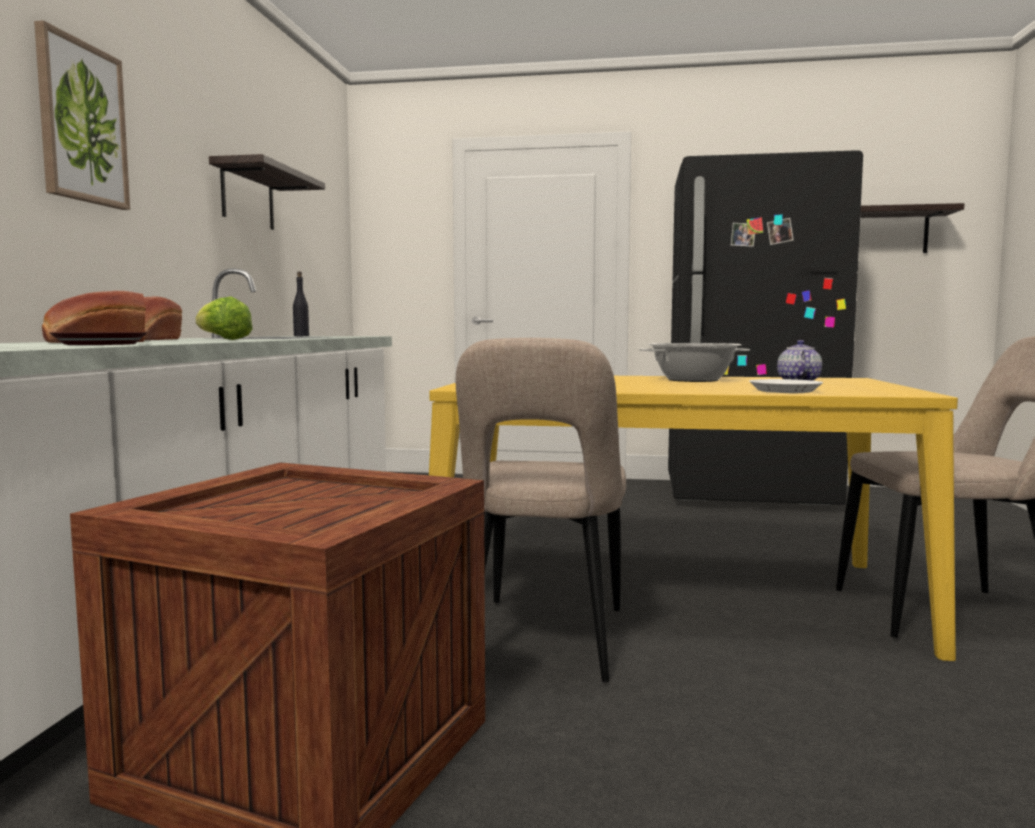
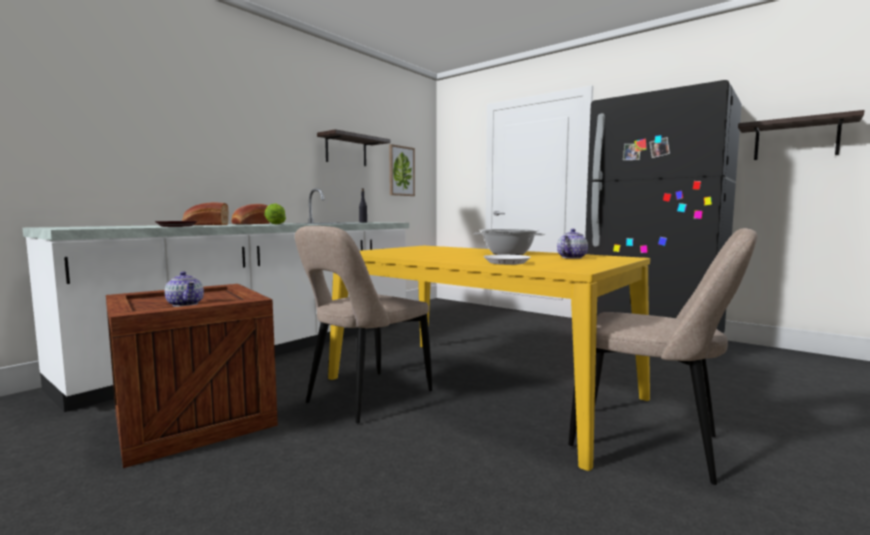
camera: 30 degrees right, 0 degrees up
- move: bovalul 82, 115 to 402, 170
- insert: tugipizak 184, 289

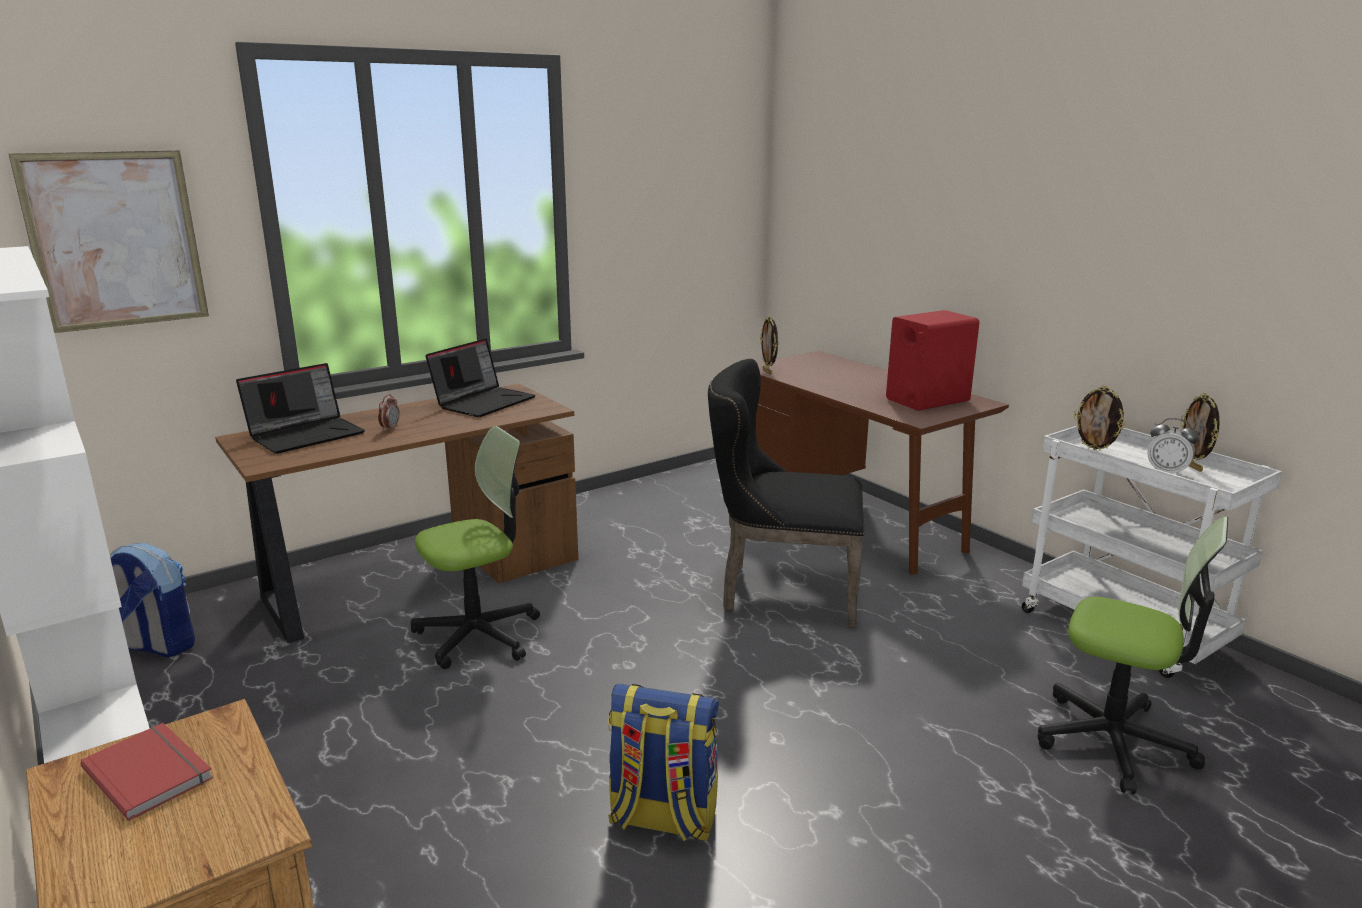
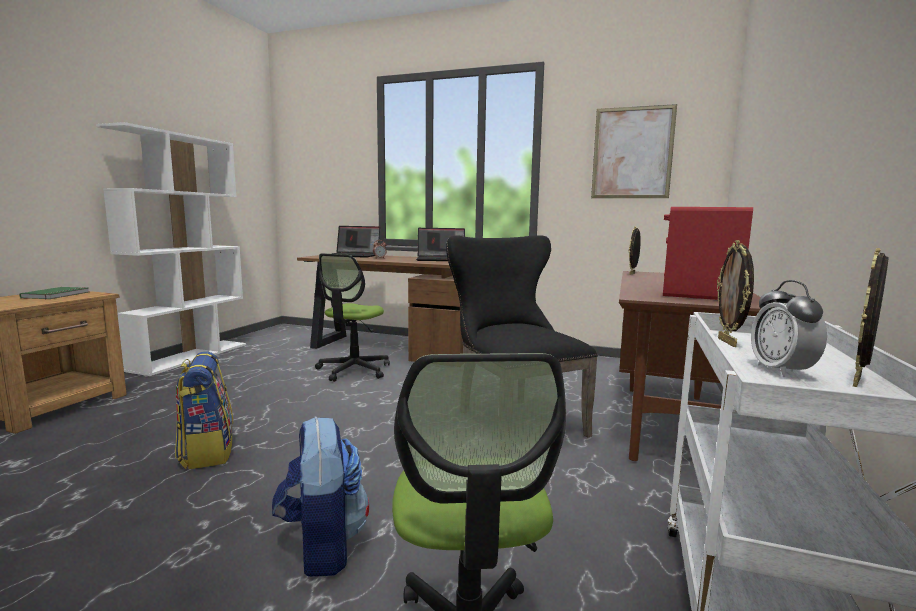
camera: 55 degrees right, 10 degrees down
- move: bovalul 109, 242 to 634, 151
- recolor: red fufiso 146, 772 to green fufiso 54, 293
- move: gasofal 152, 600 to 320, 496
- rotate: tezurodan 475, 547 = 352, 317 90 degrees clockwise

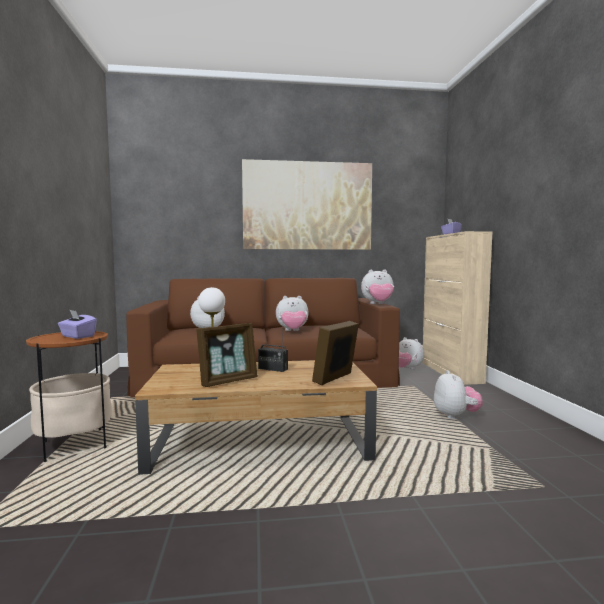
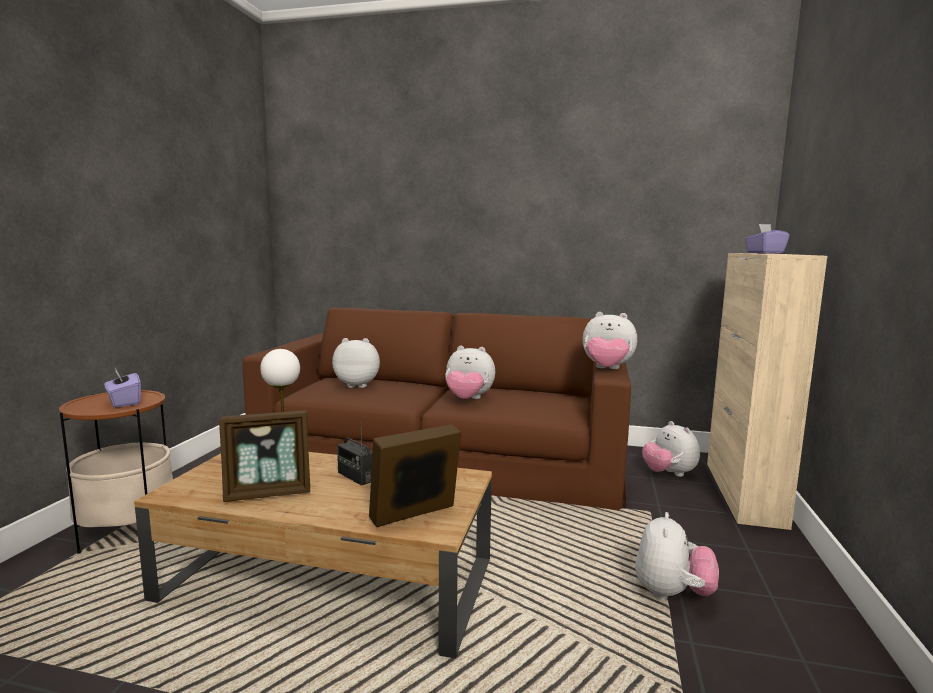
camera: 20 degrees right, 5 degrees up
- delete: bovalul 307, 204

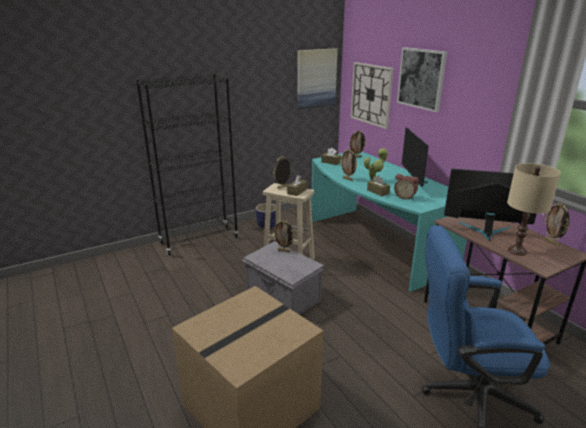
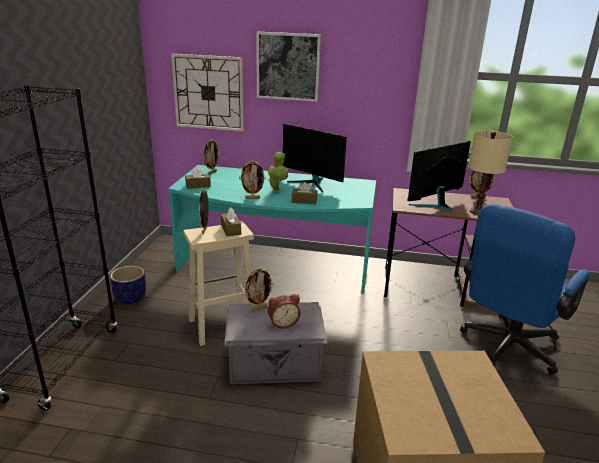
camera: 50 degrees left, 0 degrees up
- delete: bovalul 317, 78
- move: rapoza 406, 186 to 284, 311

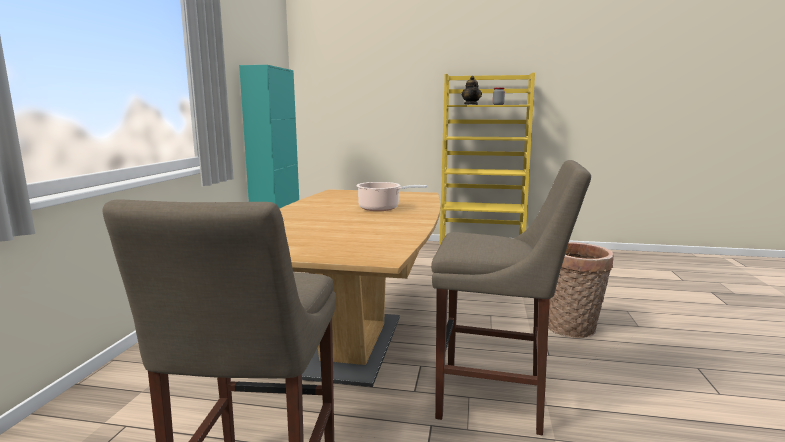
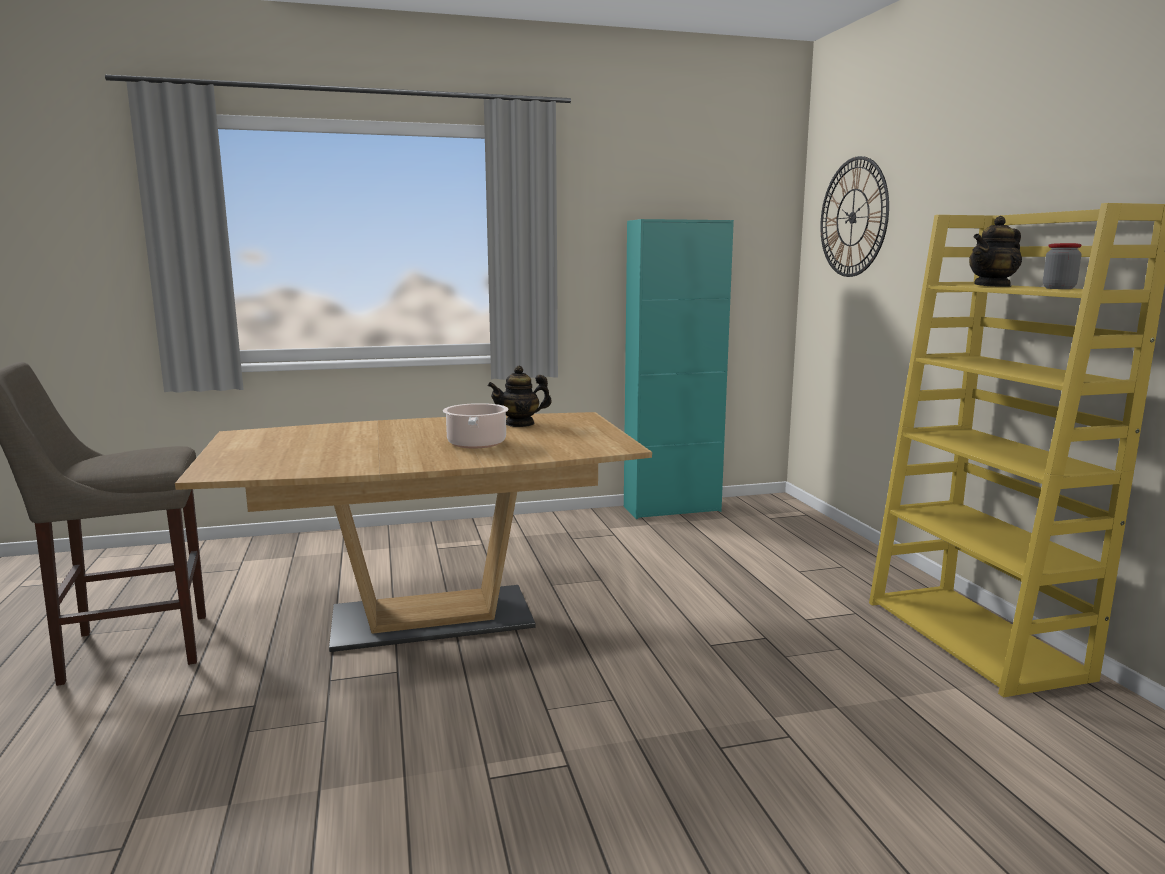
camera: 65 degrees right, 0 degrees up
- delete: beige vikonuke 511, 297
- delete: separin 581, 290
- insert: tugipizak 519, 396
- insert: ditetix 854, 216

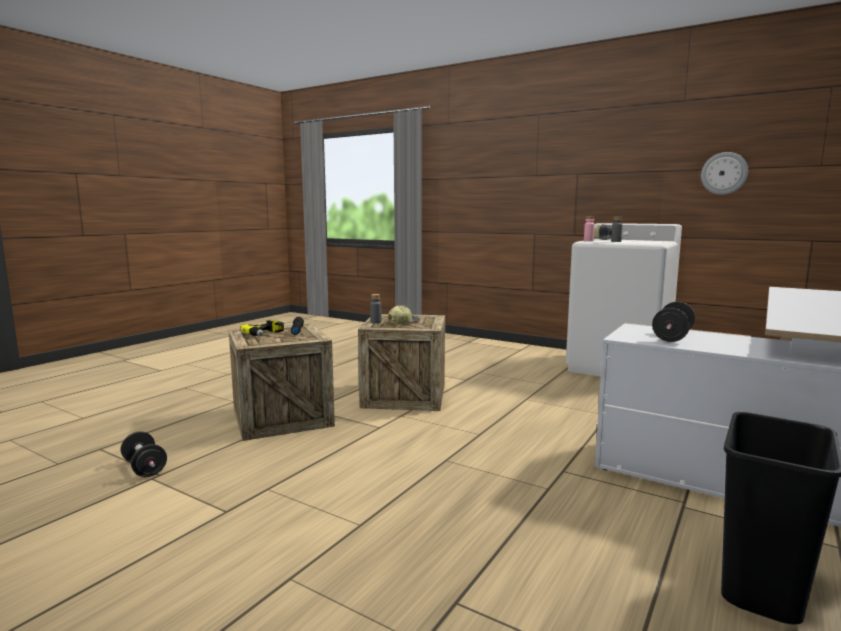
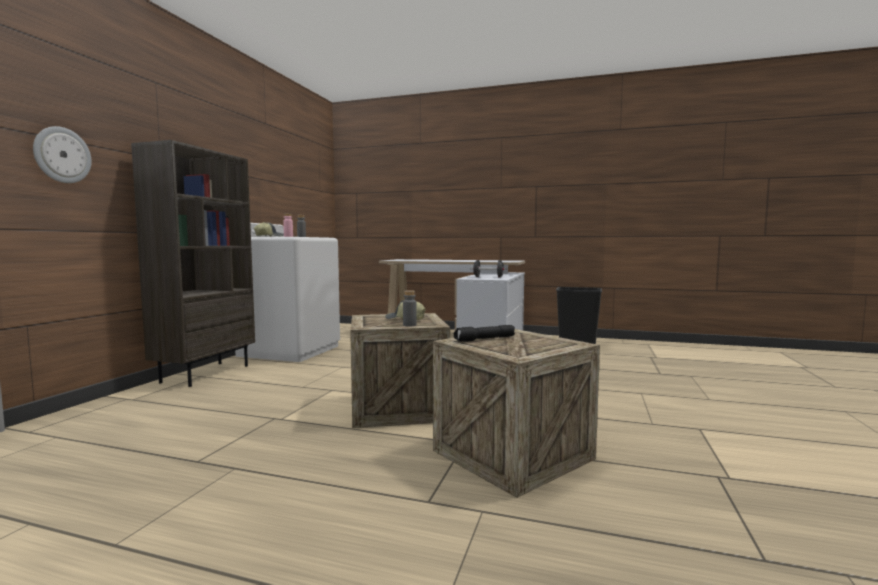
camera: 105 degrees left, 5 degrees down
- delete: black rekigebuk 144, 454
- delete: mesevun 262, 328
- move: ditetix 724, 173 to 62, 154
- insert: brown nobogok 193, 263

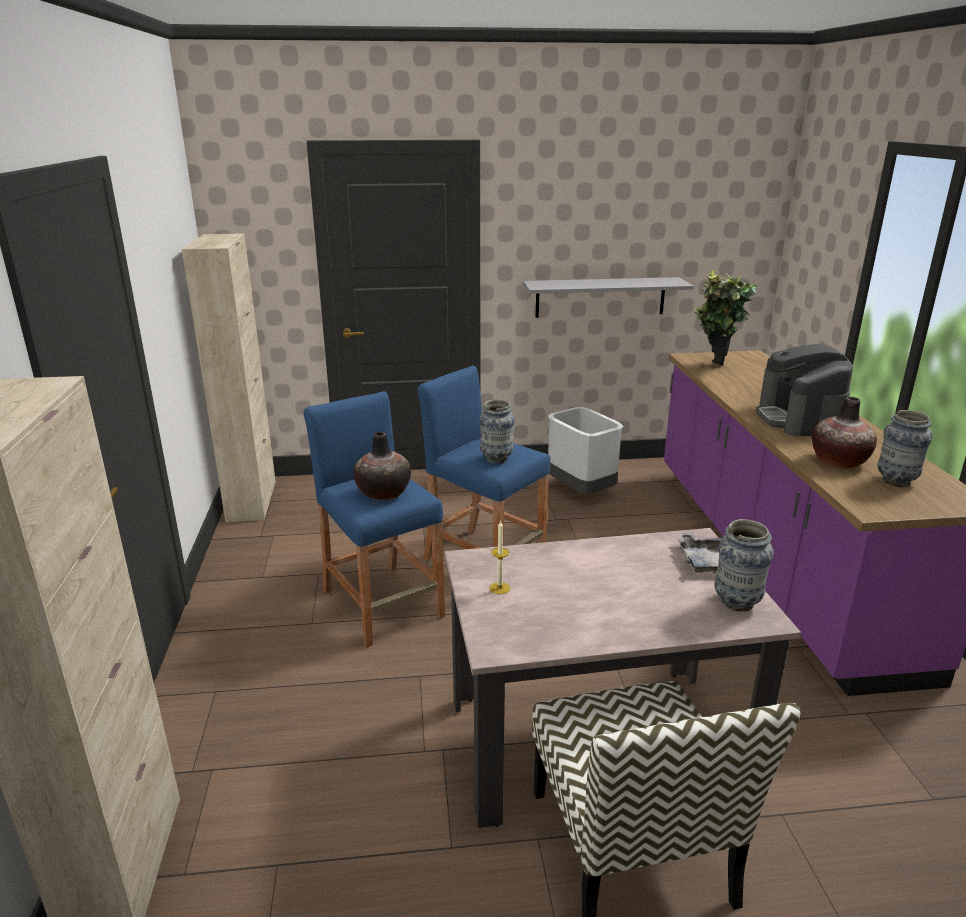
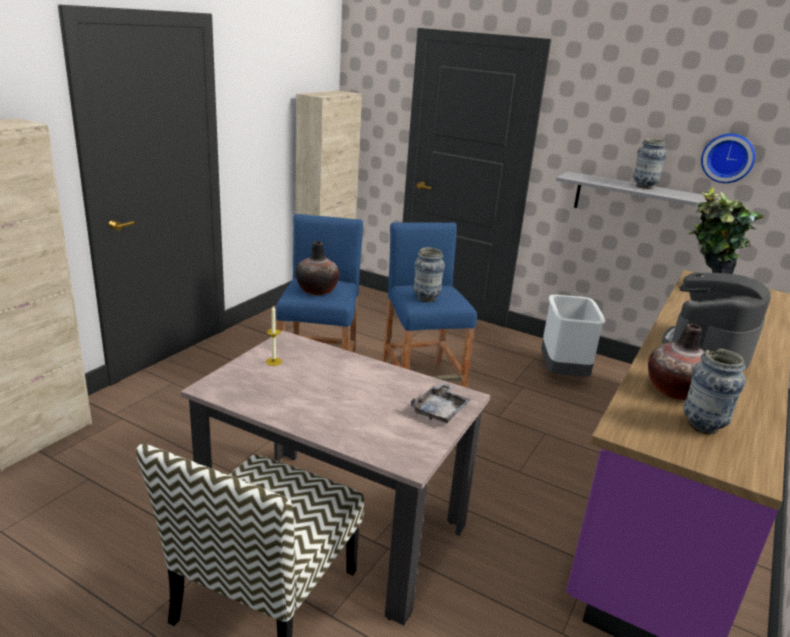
camera: 35 degrees right, 0 degrees up
- move: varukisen 744, 565 to 650, 163
- insert: ditetix 728, 158

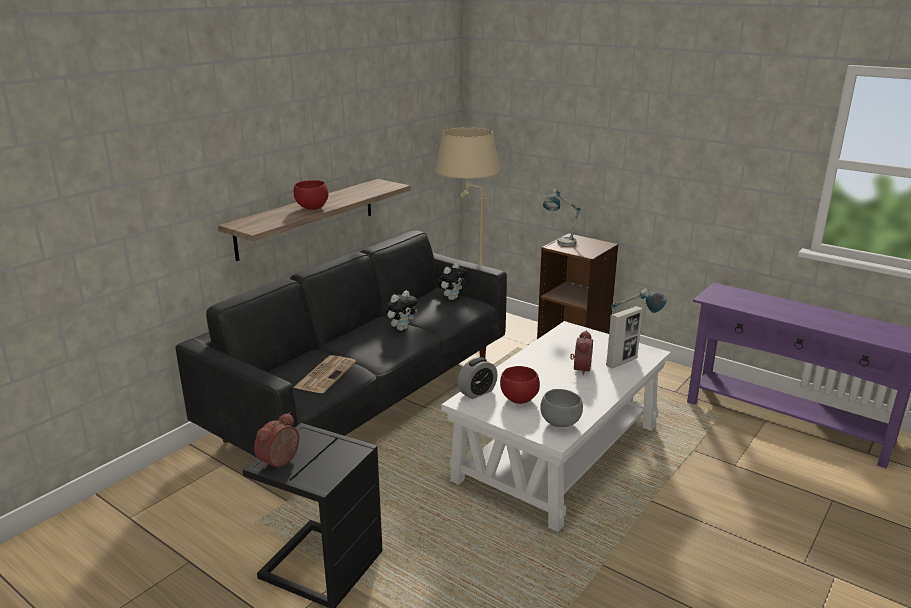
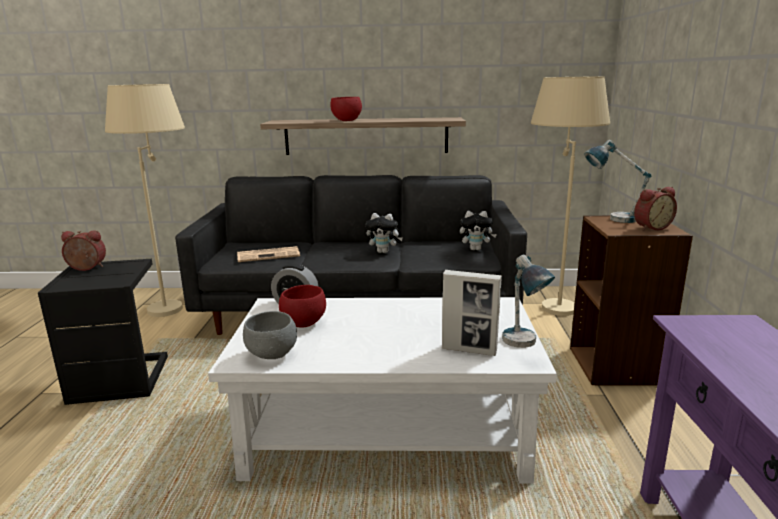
camera: 55 degrees right, 5 degrees down
- move: rapoza 581, 352 to 655, 209
- insert: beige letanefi 145, 200

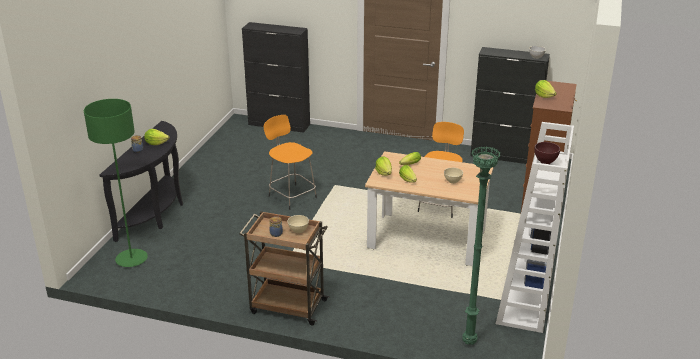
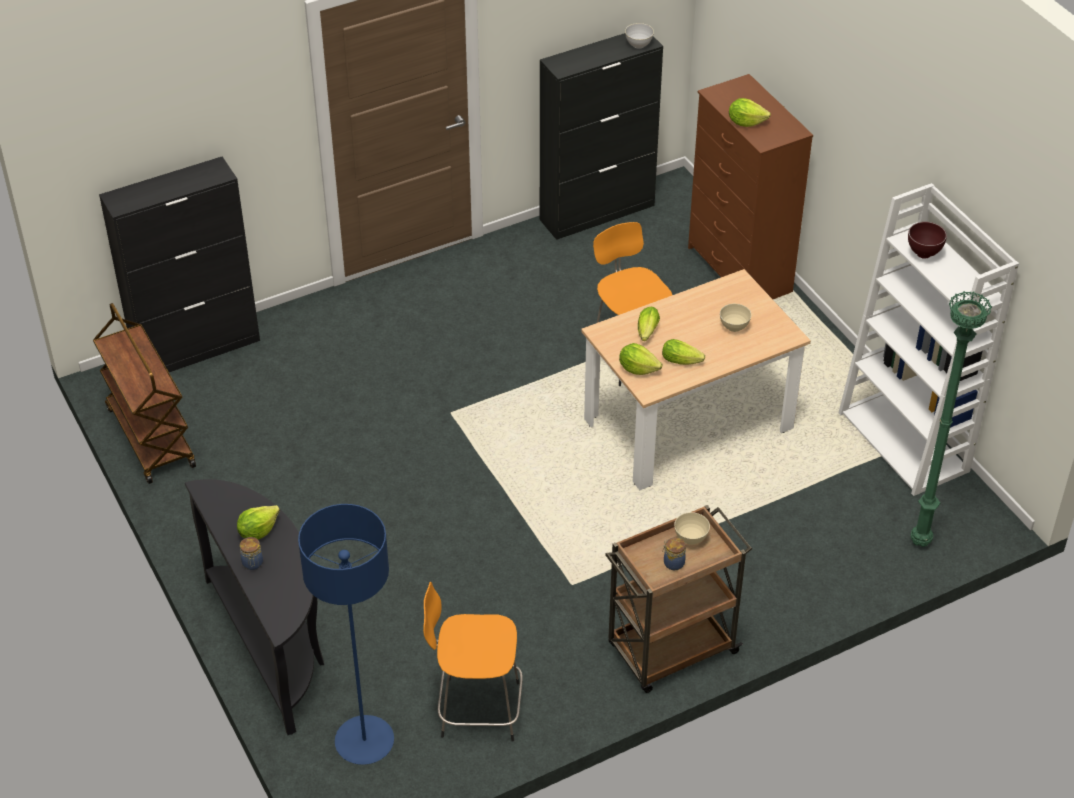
camera: 45 degrees left, 15 degrees up
- recolor: green letanefi 116, 183 to blue letanefi 346, 634
- move: orange vikonuke 290, 162 to 473, 662
- insert: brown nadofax 144, 393

